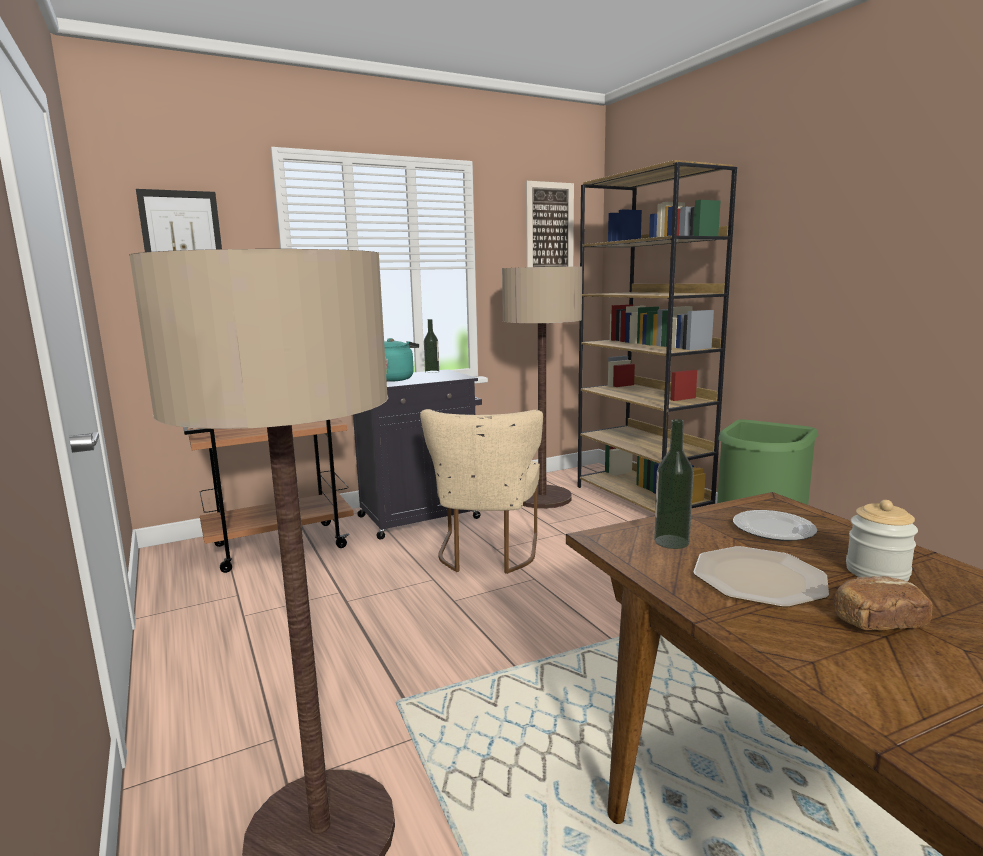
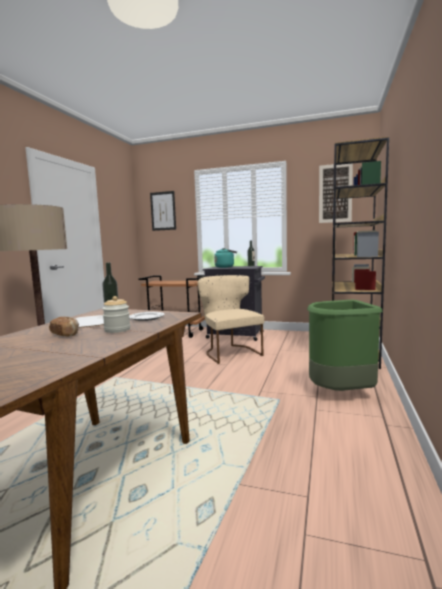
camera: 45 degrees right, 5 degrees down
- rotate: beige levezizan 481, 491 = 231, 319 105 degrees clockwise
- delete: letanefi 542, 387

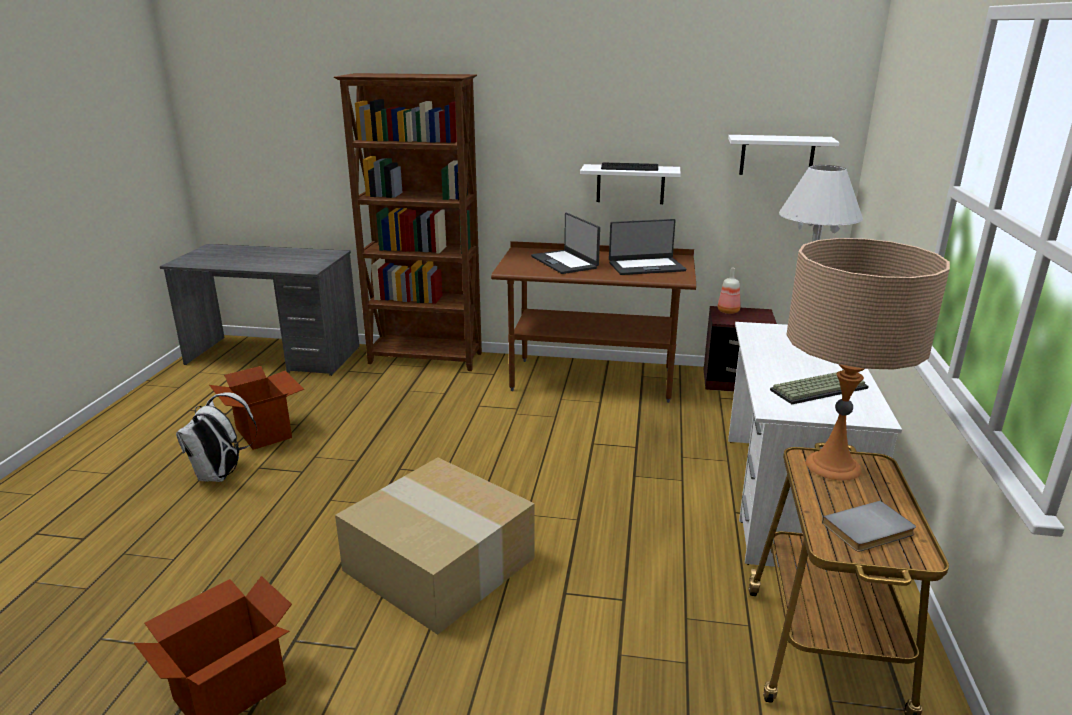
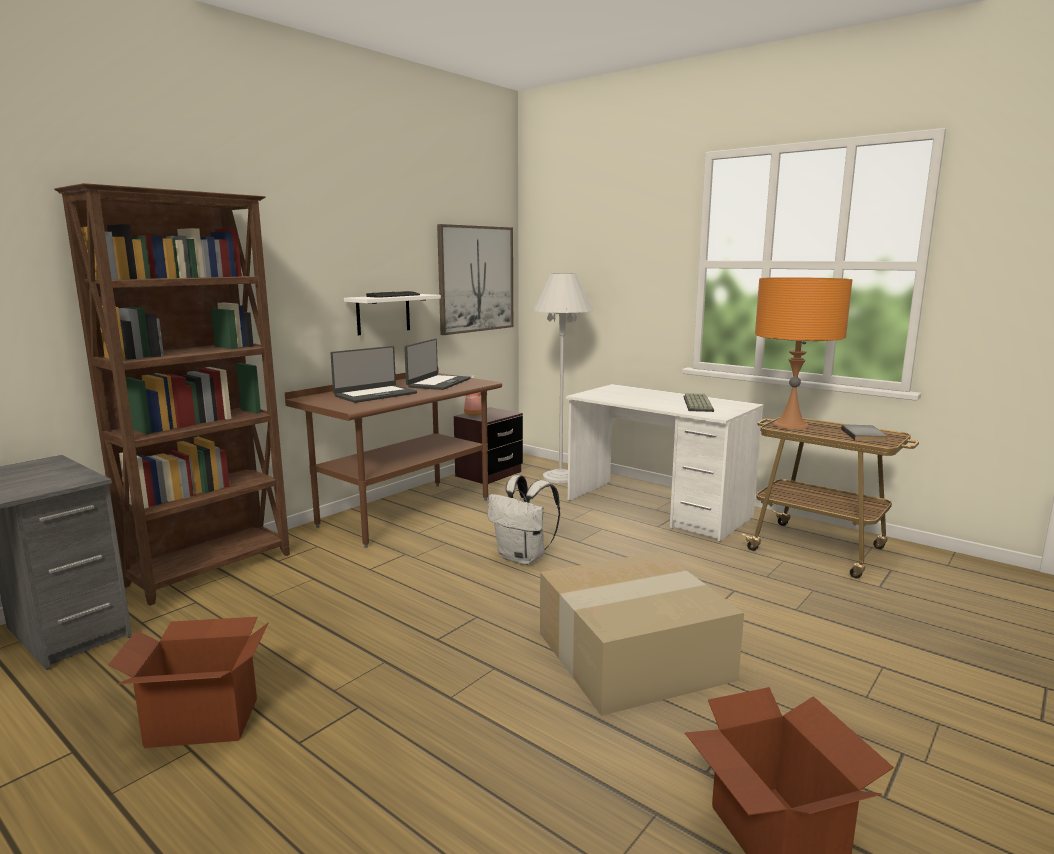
camera: 60 degrees left, 10 degrees down
- move: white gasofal 216, 437 to 524, 520
- rotate: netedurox 565, 243 = 373, 374 45 degrees counterclockwise
- replace: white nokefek 783, 155 to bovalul 475, 279
- recolor: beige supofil 868, 359 to orange supofil 804, 353

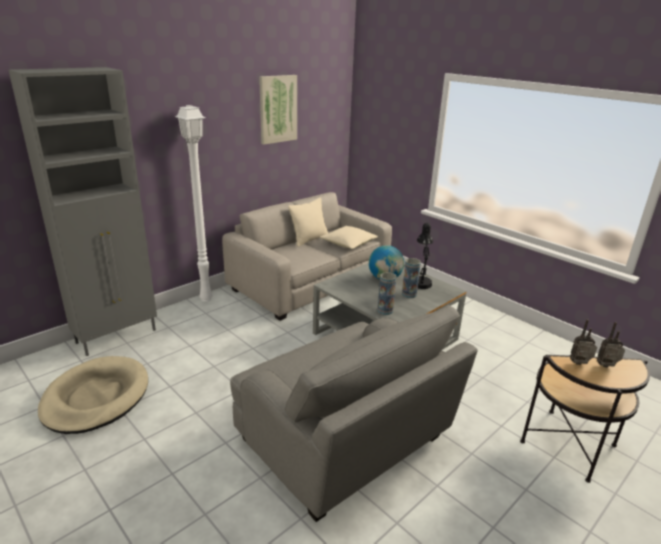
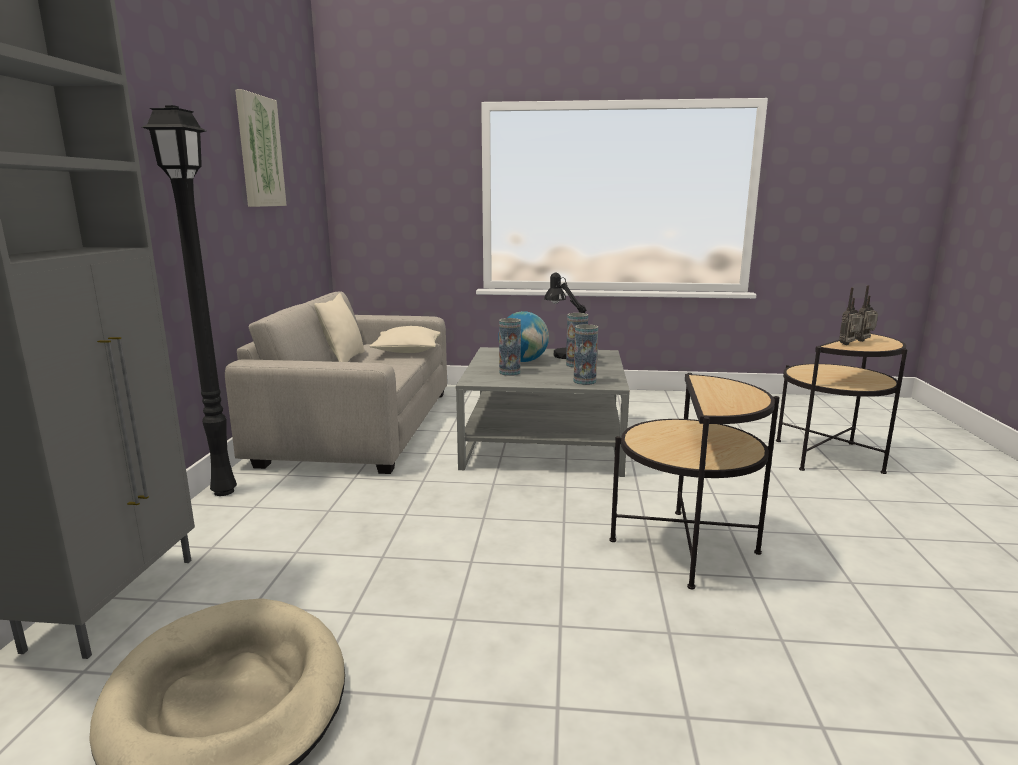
camera: 40 degrees left, 10 degrees down
- recolor: white letanefi 194, 203 to black letanefi 189, 300
- replace: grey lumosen 354, 413 to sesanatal 694, 481
- insert: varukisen 510, 347

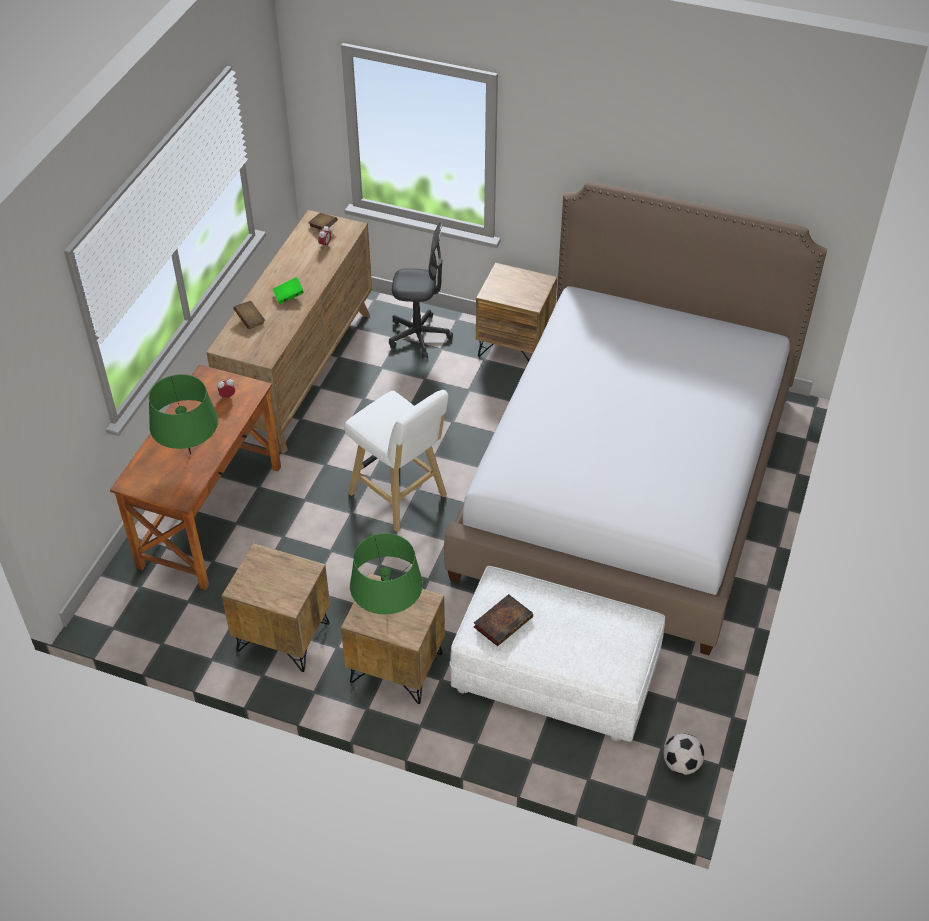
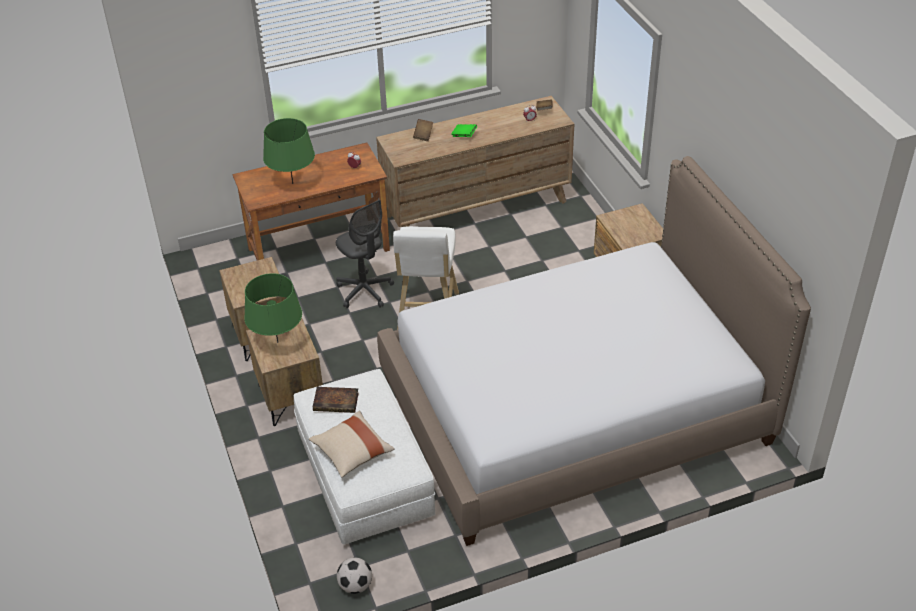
camera: 50 degrees right, 5 degrees down
- move: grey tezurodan 421, 290 to 365, 254
- insert: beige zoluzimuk 352, 444

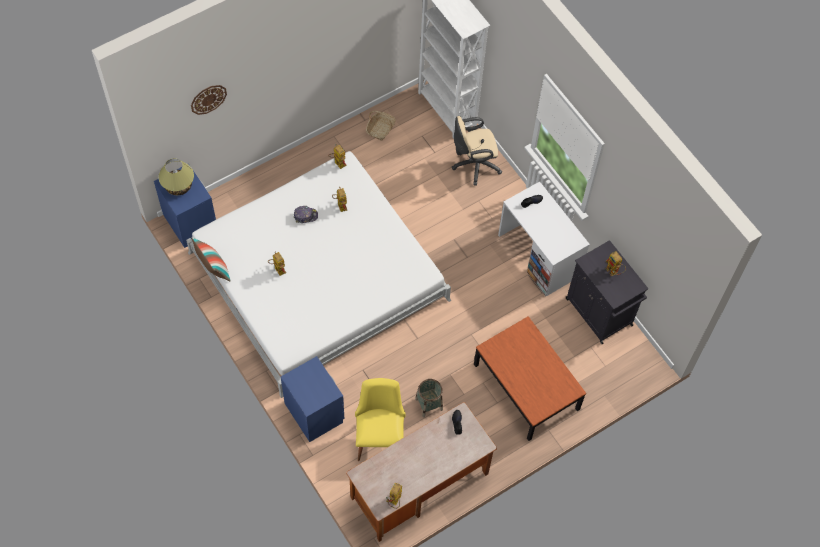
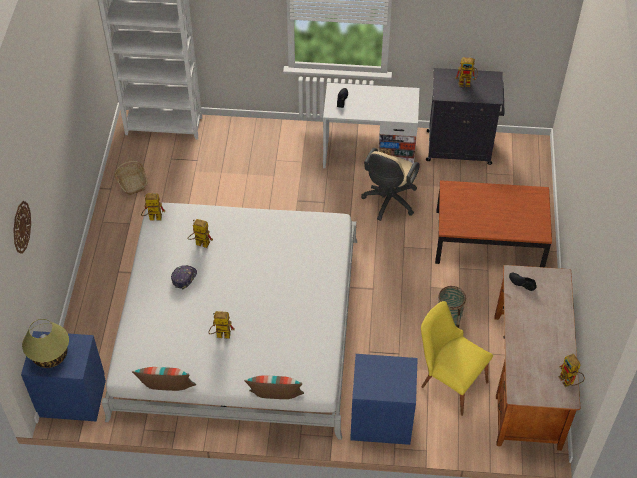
camera: 50 degrees left, 10 degrees down
- move: beige tezurodan 477, 151 to 390, 184
- insert: zoluzimuk 274, 387

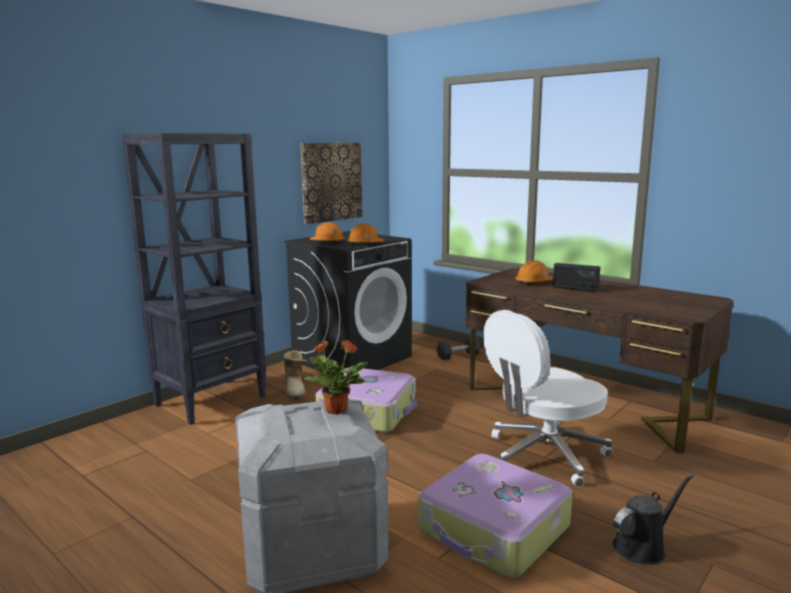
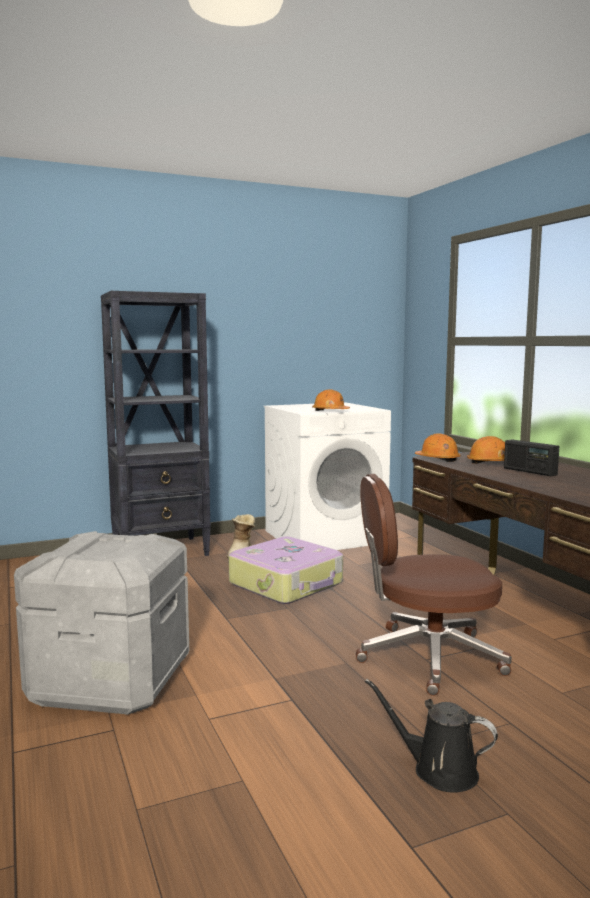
camera: 25 degrees right, 5 degrees down
- recolor: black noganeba 348, 302 to white noganeba 327, 476
- delete: bovalul 331, 183
- delete: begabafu 335, 377
- move: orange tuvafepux 327, 233 to 438, 447
- delete: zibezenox 495, 516
- delete: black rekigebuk 458, 348
- recolor: white tezurodan 548, 398 to brown tezurodan 434, 585
- rotate: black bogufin 653, 519 = 431, 735 150 degrees counterclockwise

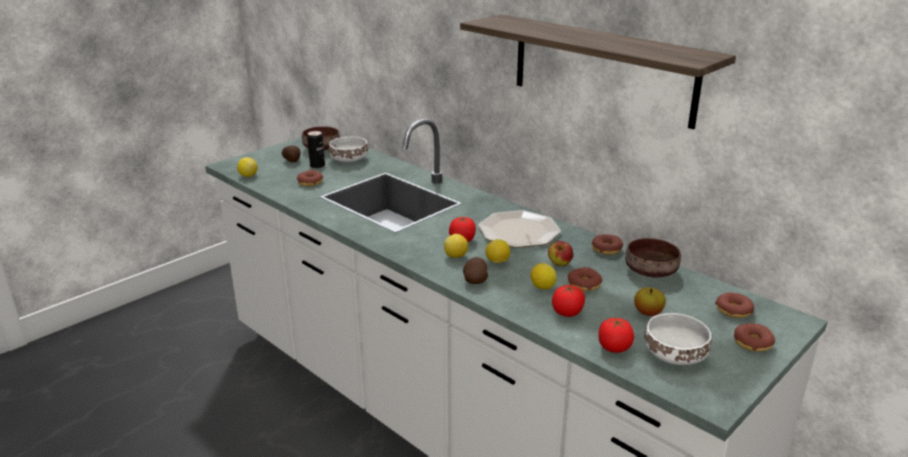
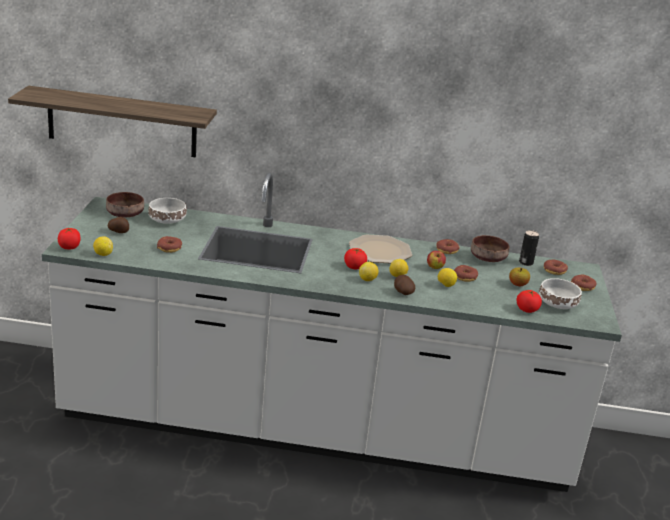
camera: 40 degrees left, 0 degrees up
- move: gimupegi 316, 150 to 529, 248
- move: nokefek 598, 71 to 112, 122
- move: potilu 568, 301 to 69, 238

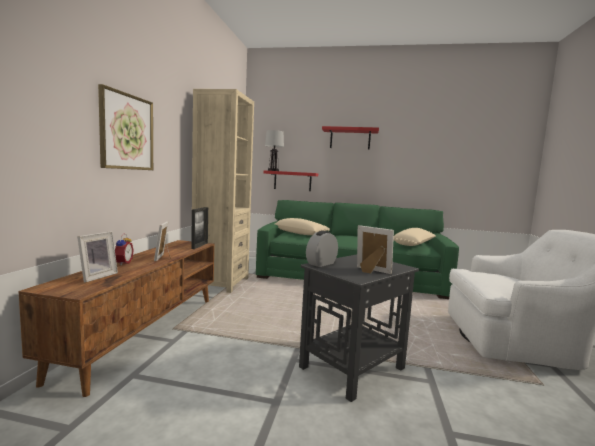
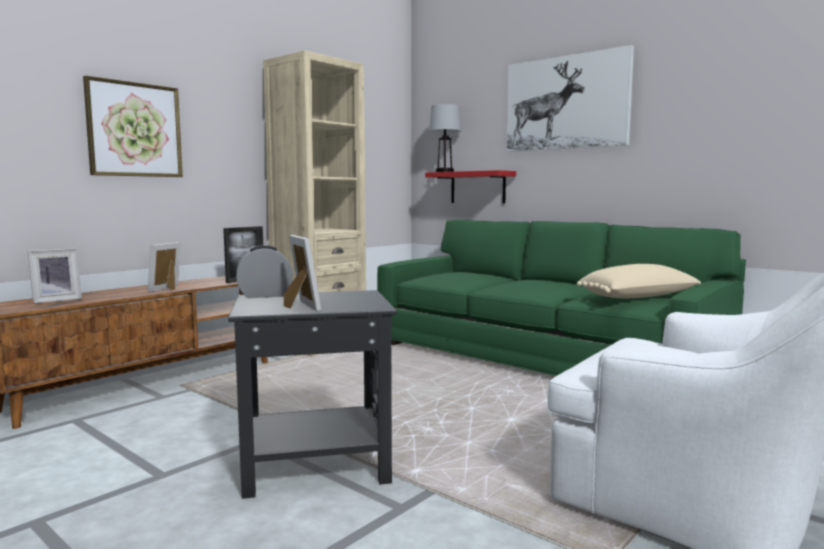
camera: 30 degrees right, 0 degrees up
- delete: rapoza 124, 249
- delete: beige zoluzimuk 302, 226
- replace: red nokefek 350, 138 to bovalul 570, 98

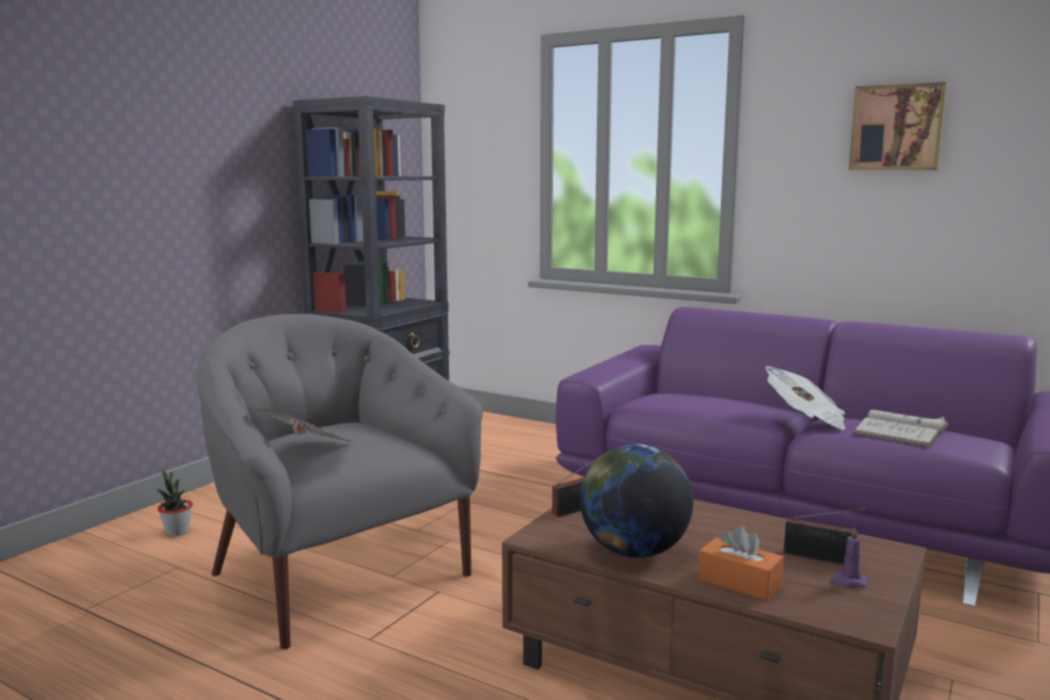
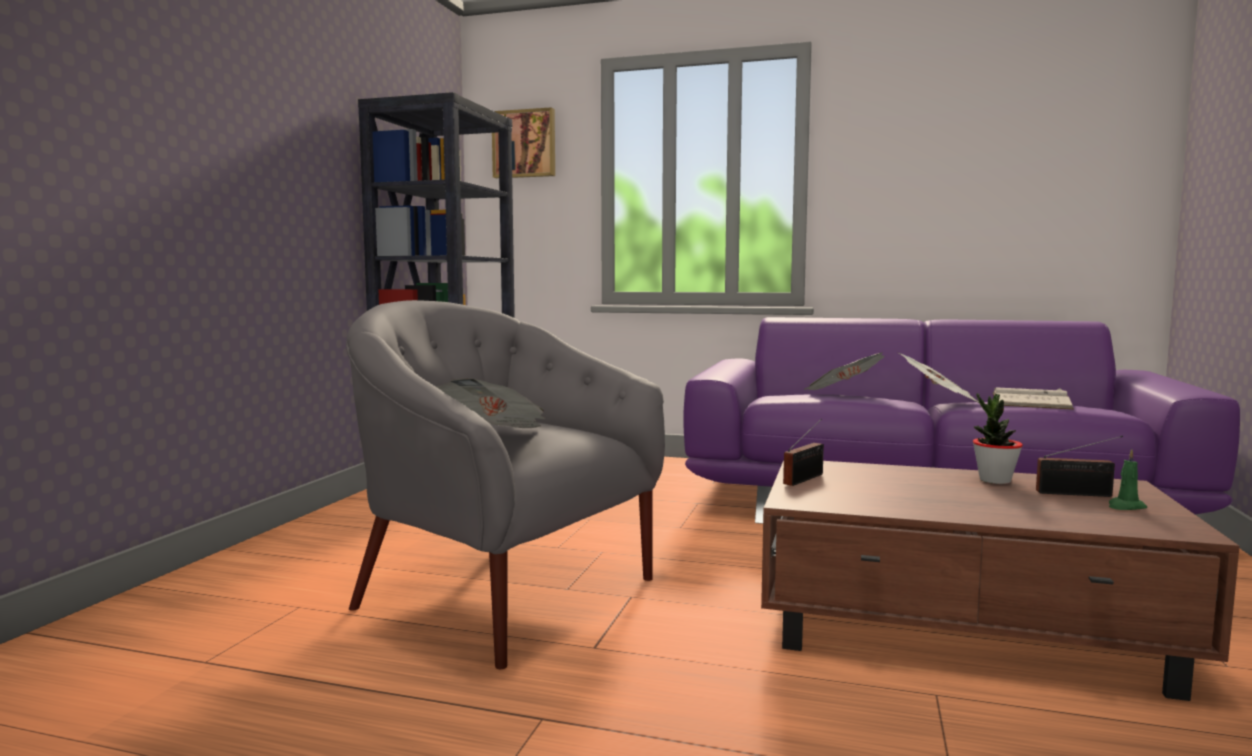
camera: 15 degrees left, 5 degrees down
- move: begabafu 175, 503 to 998, 438
- delete: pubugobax 636, 501
- delete: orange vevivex 741, 563
- recolor: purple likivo 849, 557 to green likivo 1128, 479
- move: bovalul 898, 126 to 523, 142
- insert: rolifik 844, 371

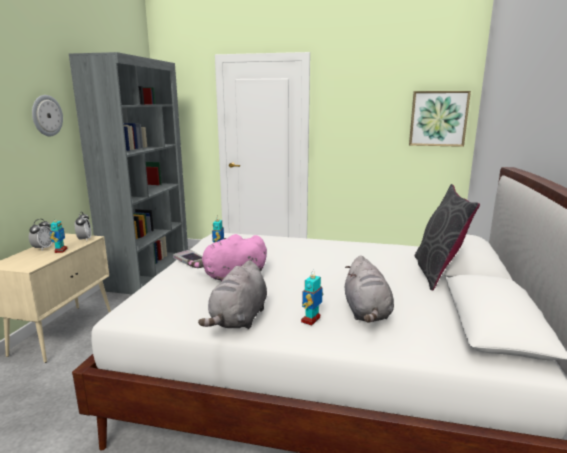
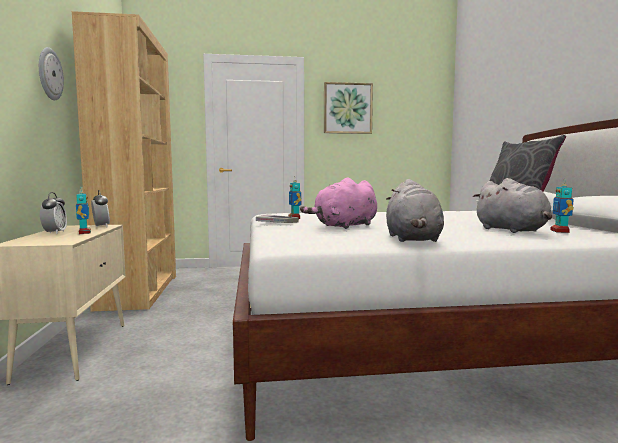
camera: 20 degrees left, 10 degrees down
- recolor: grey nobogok 128, 173 to brown nobogok 124, 161
- move: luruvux 312, 298 to 562, 205
- move: bovalul 440, 119 to 348, 108

